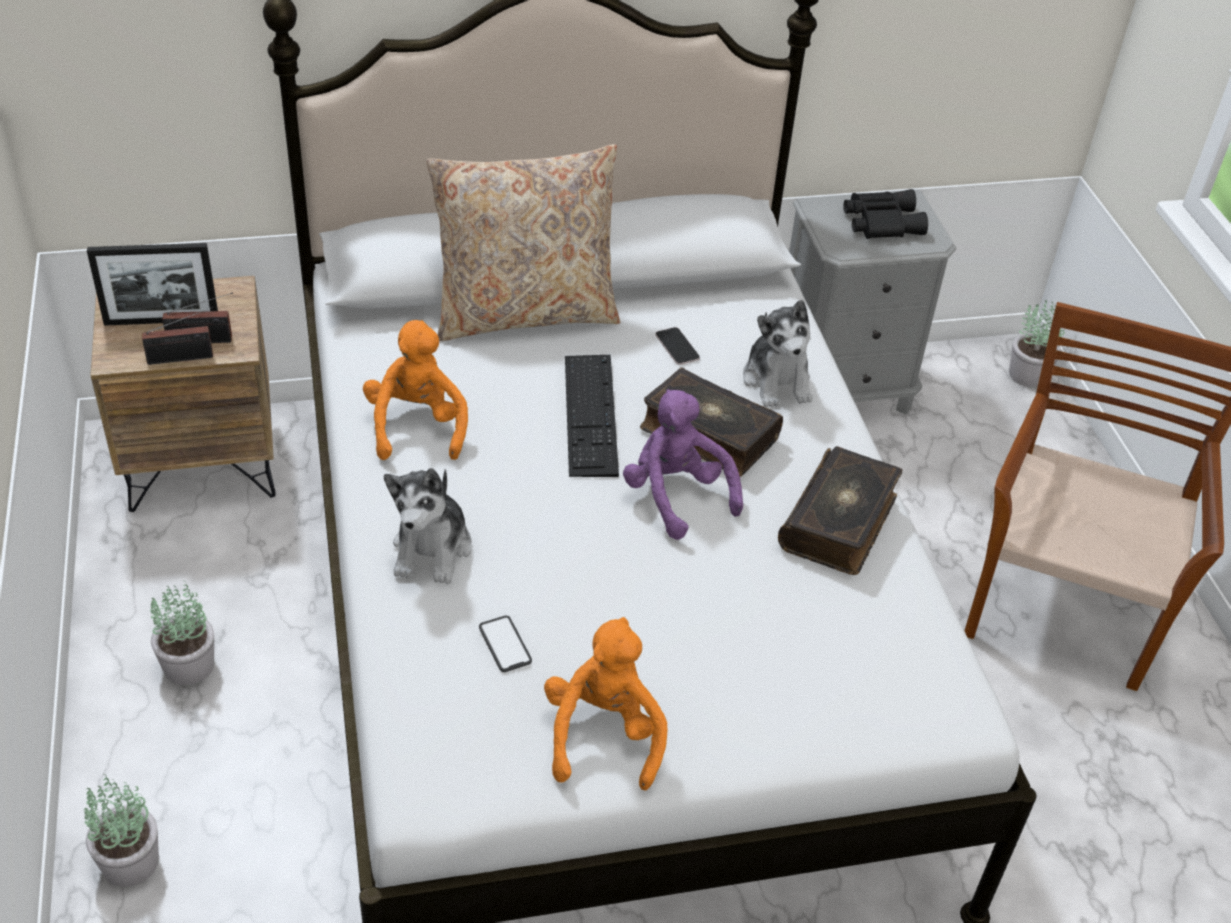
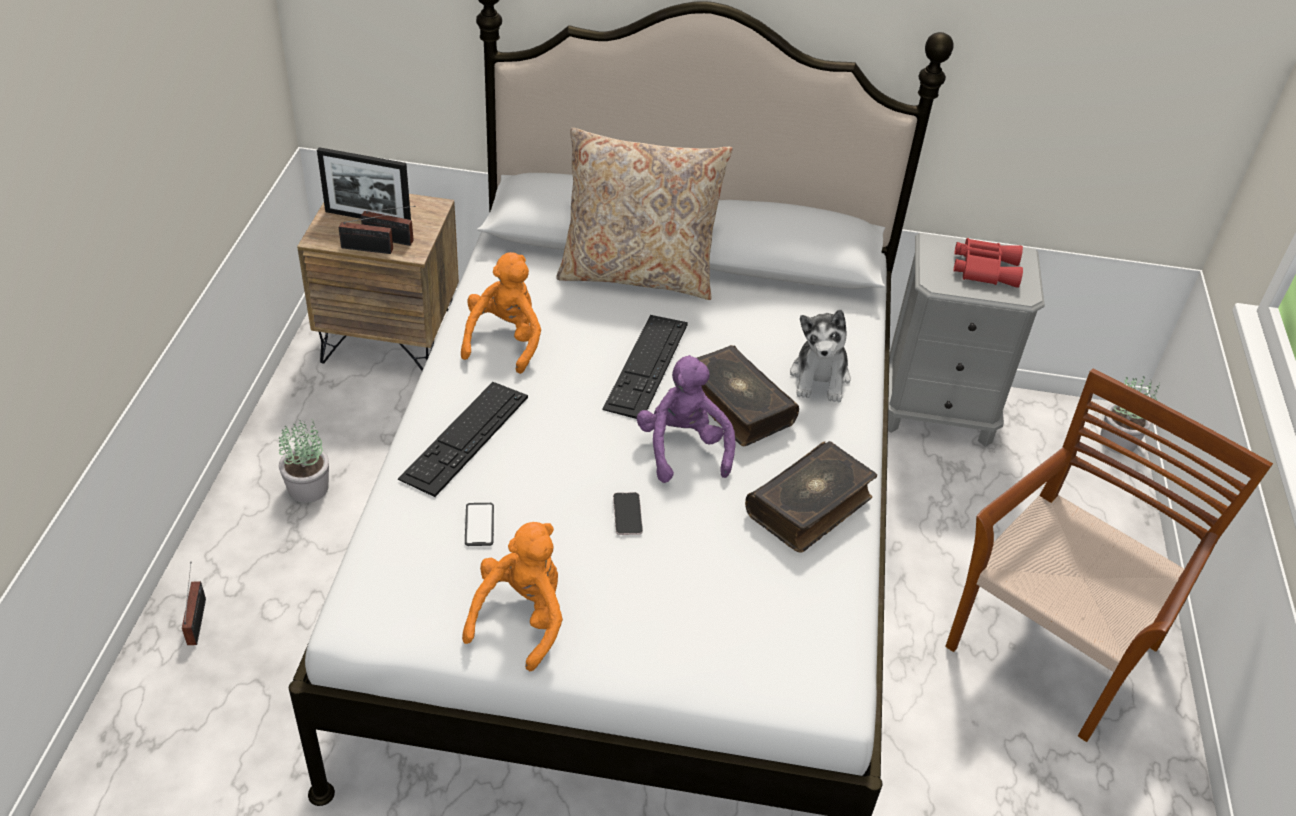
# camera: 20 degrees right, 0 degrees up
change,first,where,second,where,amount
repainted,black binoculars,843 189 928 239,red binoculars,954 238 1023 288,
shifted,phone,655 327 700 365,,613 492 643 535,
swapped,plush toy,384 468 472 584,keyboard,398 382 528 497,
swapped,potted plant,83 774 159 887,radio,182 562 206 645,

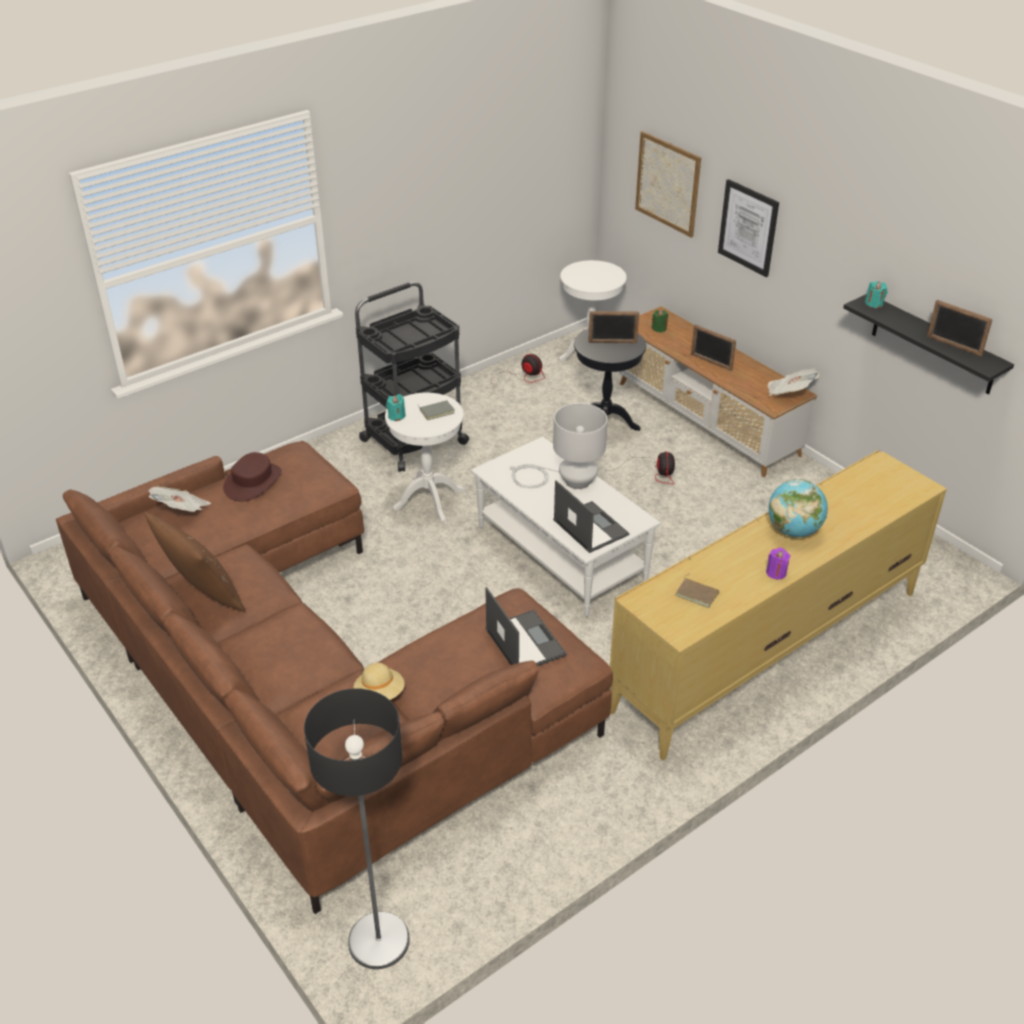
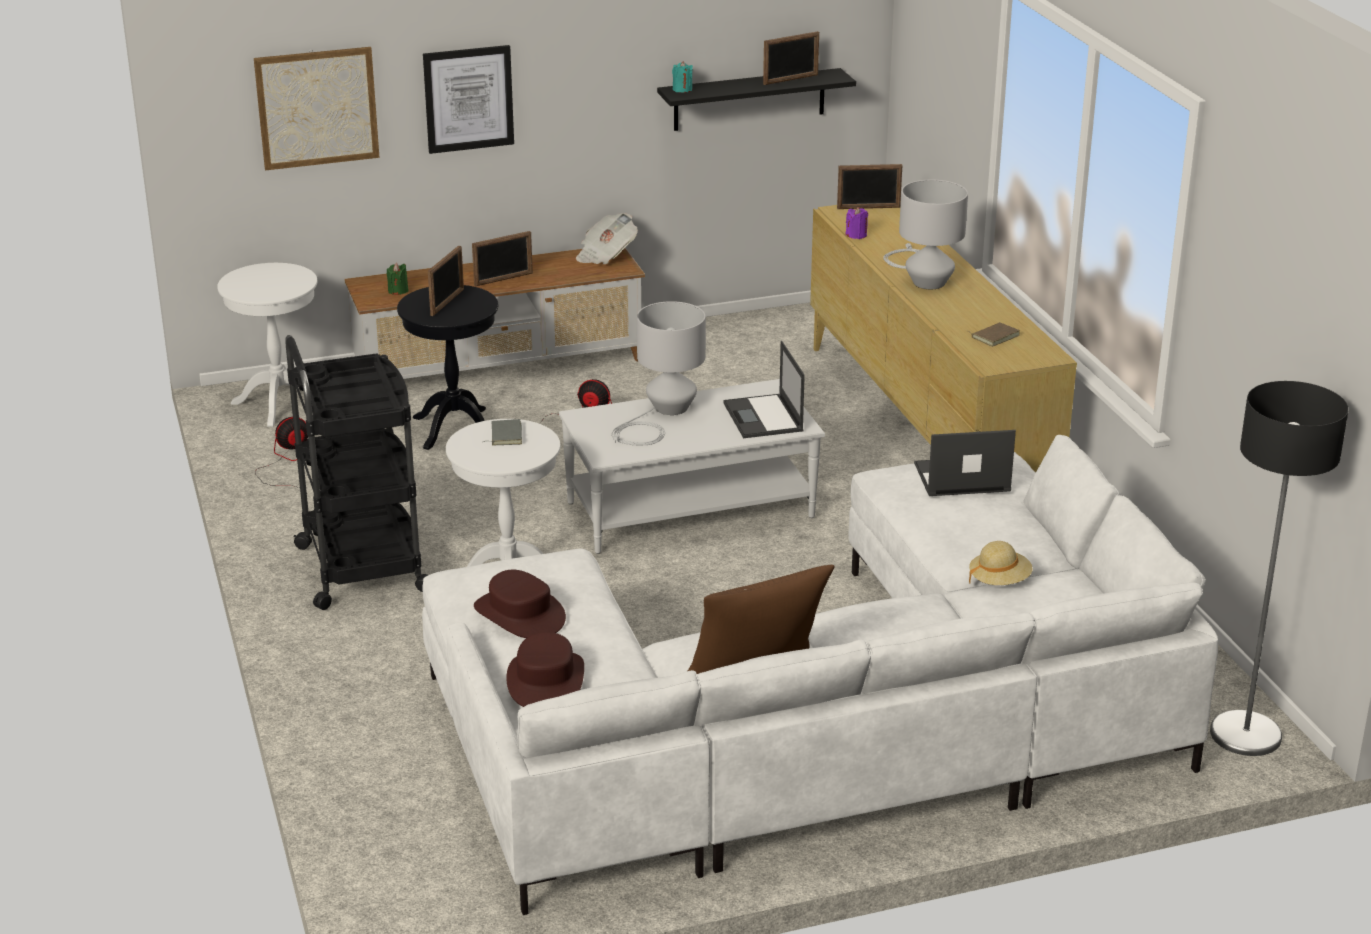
# camera: 70 degrees left, 10 degrees down
change,first,where,second,where,amount
gone,turquoise candle,386 394 406 421,,,
repainted,brown sofa,56 441 613 914,white sofa,422 435 1218 915,
swapped,globe,769 479 828 537,grey table lamp,883 180 968 289,
rotated,laptop,553 480 629 553,,723 341 805 438,90 degrees counterclockwise
swapped,newspaper,148 486 211 512,brown hat,506 632 584 707,
shifted,purple candle,766 548 791 579,,846 207 868 239,
new,,,picture frame,837 164 902 209,

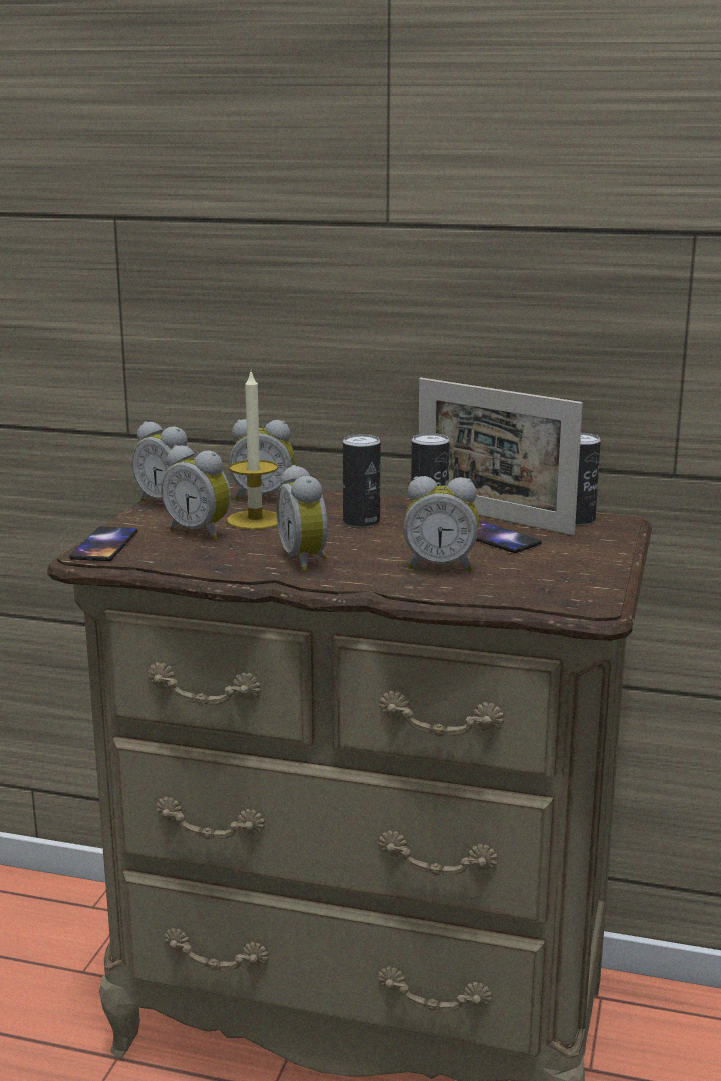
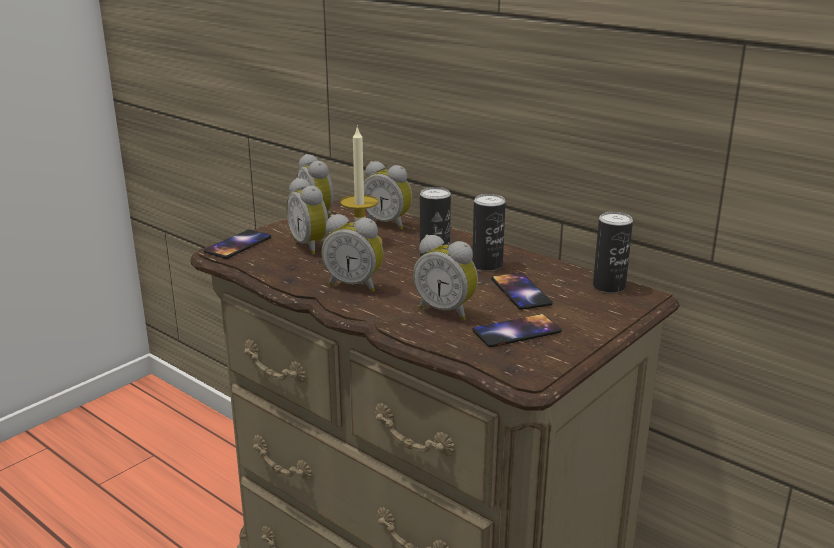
# camera: 25 degrees right, 5 degrees up
change,first,where,second,where,amount
gone,picture frame,418 378 583 535,,,
rotated,alarm clock,276 465 328 572,,321 214 384 292,75 degrees counterclockwise
new,,,phone,473 314 562 347,

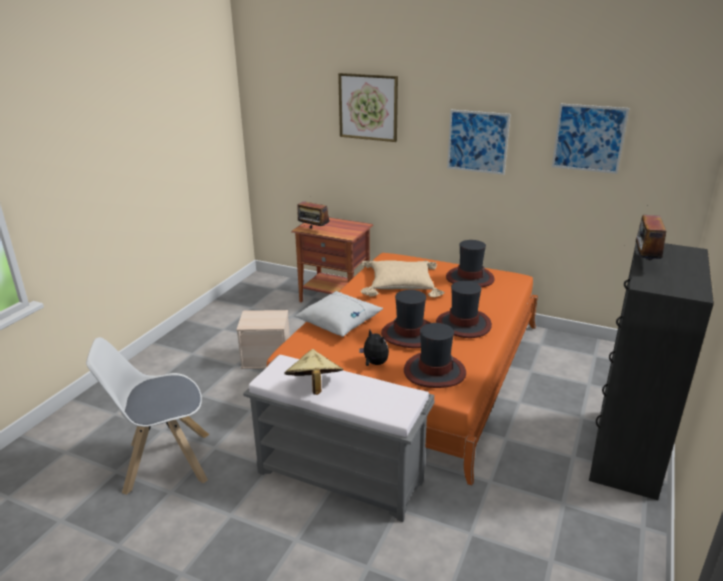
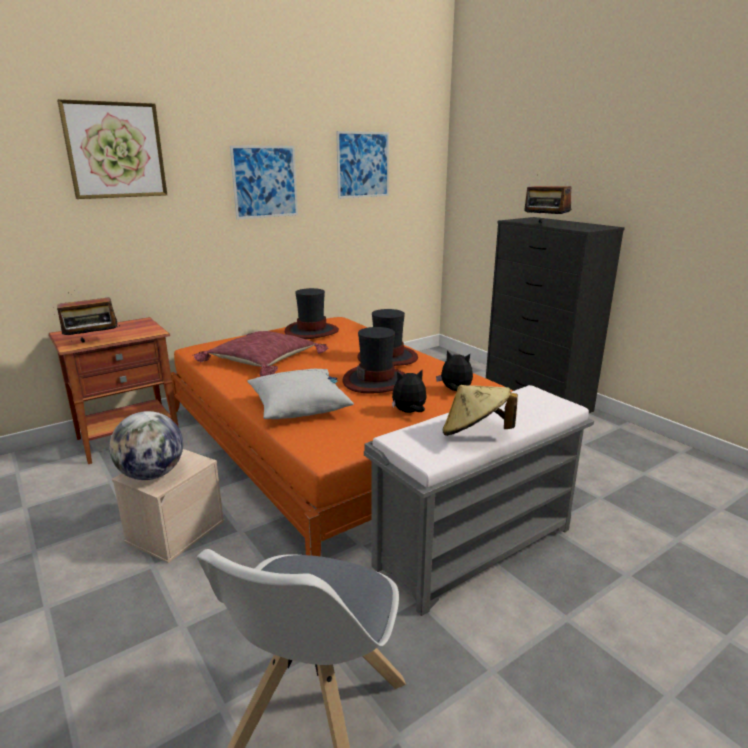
# camera: 60 degrees left, 5 degrees down
change,first,where,second,where,amount
repainted,beige pillow,360 260 445 297,red pillow,193 331 328 376,
swapped,hat,404 323 466 388,plush toy,436 350 473 391,
new,,,globe,109 411 183 480,

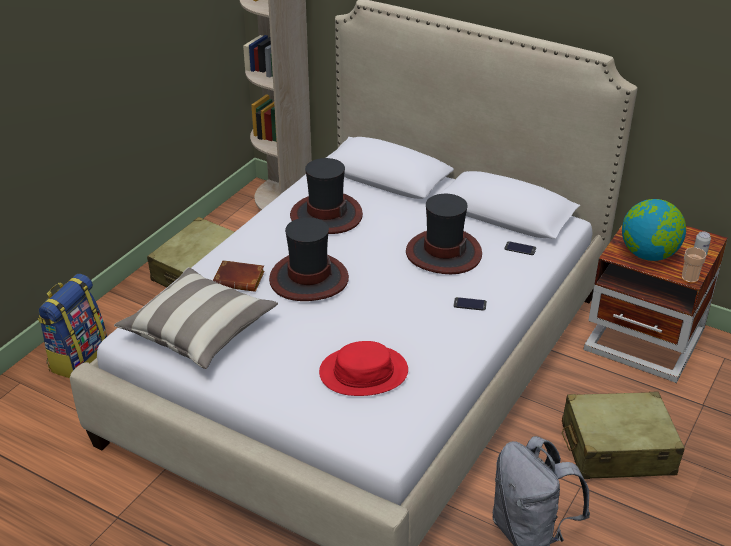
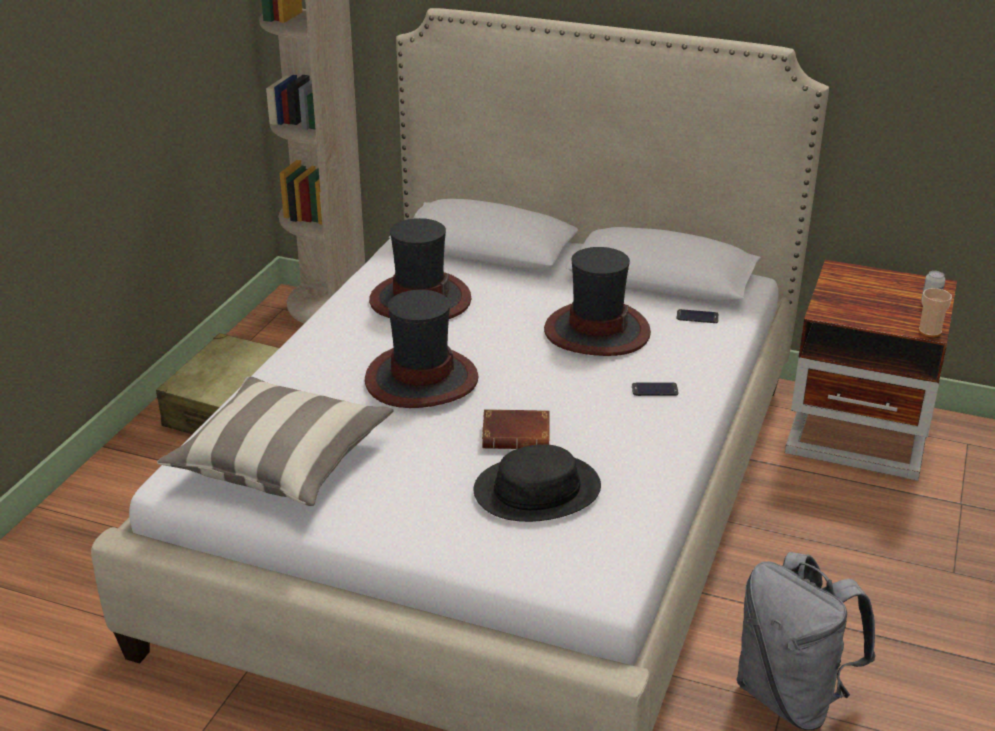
# camera: 10 degrees left, 5 degrees down
change,first,where,second,where,amount
gone,globe,622 199 686 261,,,
shifted,brown book,213 260 265 292,,482 409 549 449,
gone,backpack,37 274 107 378,,,
repainted,red hat,319 341 408 396,black hat,473 444 601 522,
gone,beige suitcase,562 392 685 479,,,

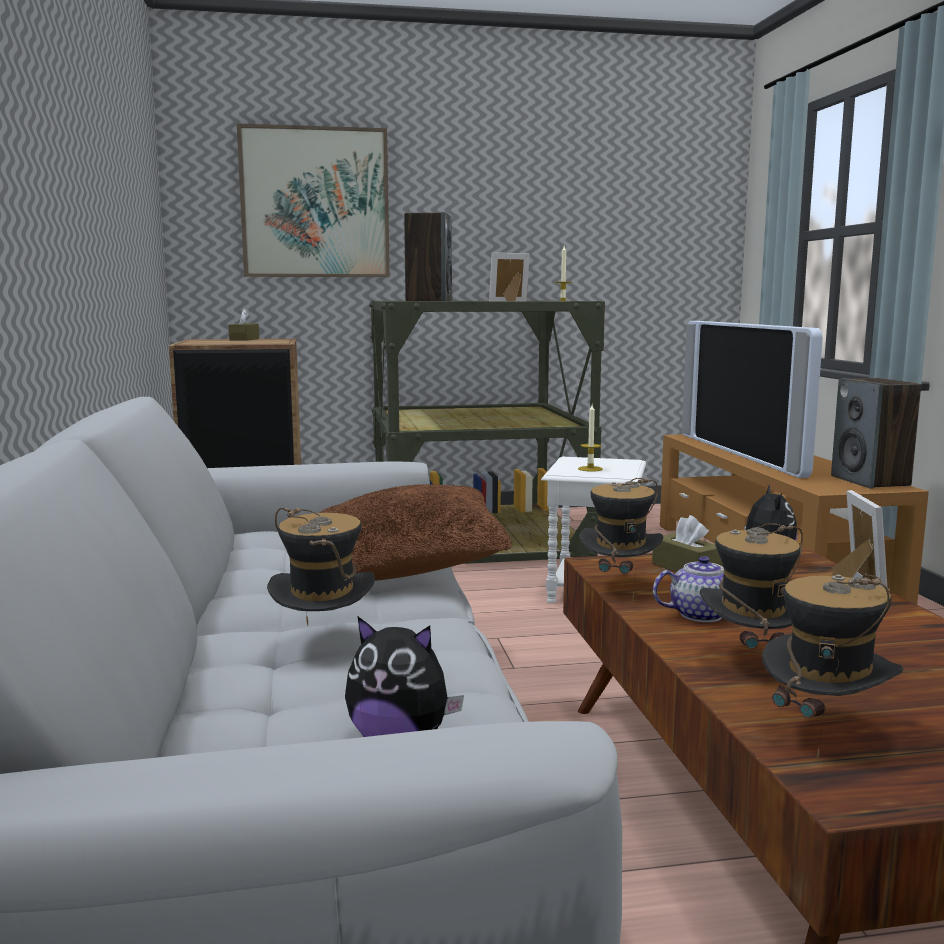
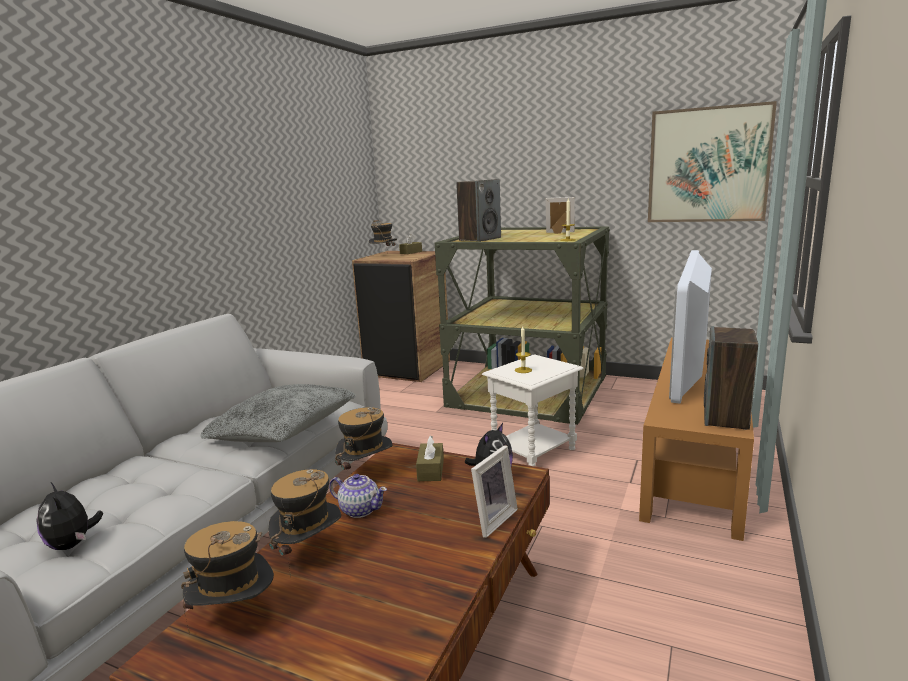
# camera: 35 degrees right, 5 degrees up
change,first,where,second,where,amount
shifted,picture,237 123 390 277,,648 101 777 222,
repainted,brown pillow,320 484 512 581,grey pillow,200 384 356 442,
shifted,hat,267 507 375 625,,369 220 397 254,

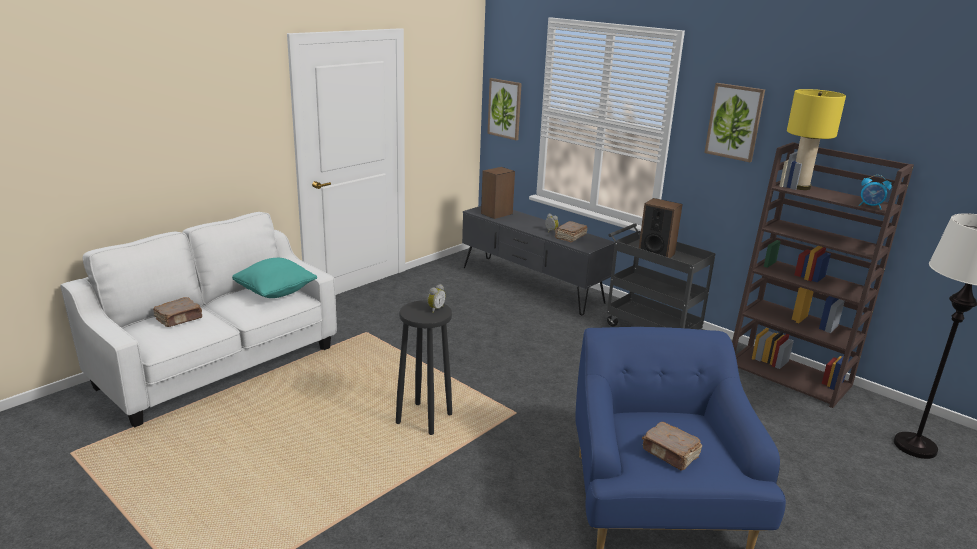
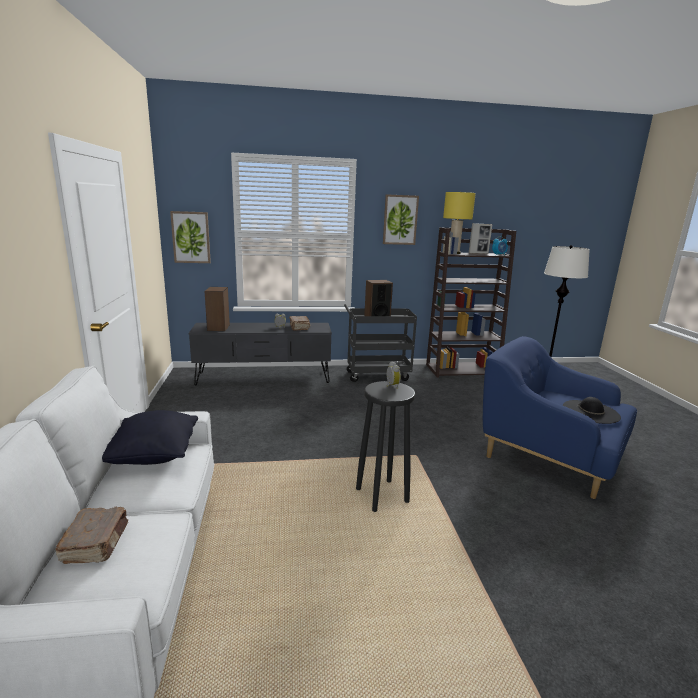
# camera: 50 degrees left, 5 degrees down
change,first,where,second,where,amount
repainted,turquoise pillow,232 258 317 298,black pillow,102 410 198 465,
swapped,brown book,642 422 702 471,black hat,563 397 621 424,
new,,,picture frame,469 223 493 254,

